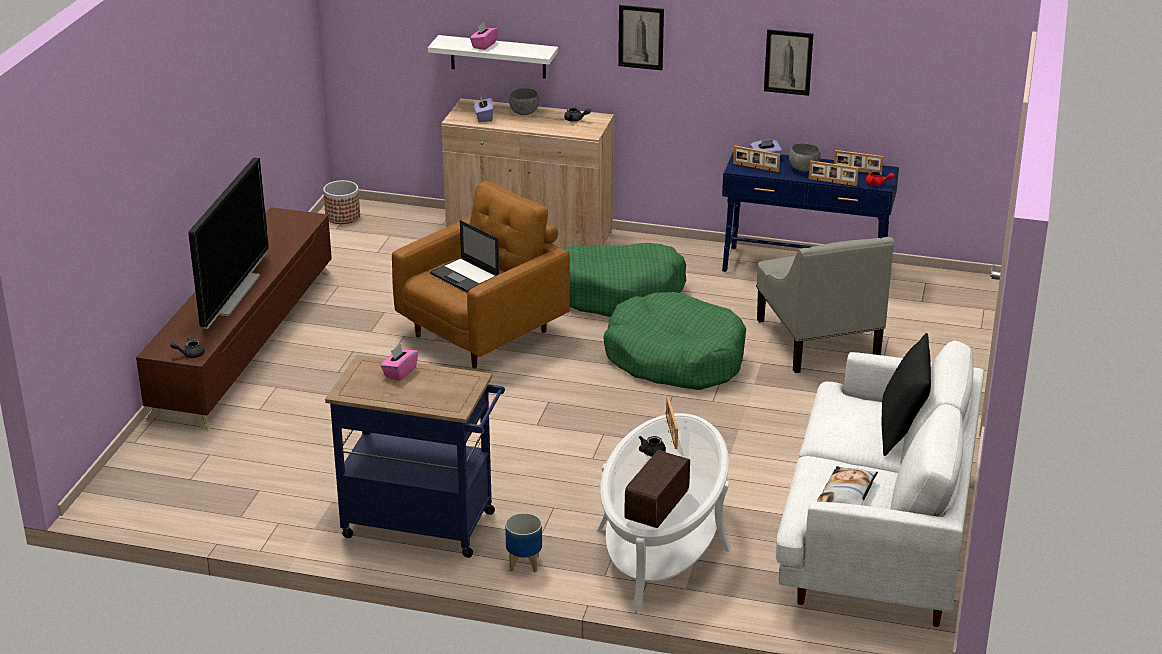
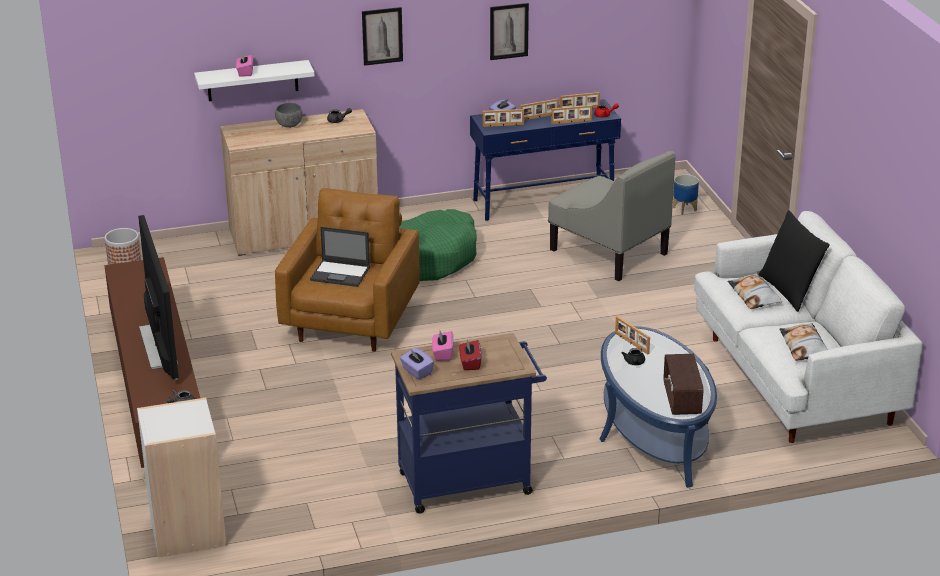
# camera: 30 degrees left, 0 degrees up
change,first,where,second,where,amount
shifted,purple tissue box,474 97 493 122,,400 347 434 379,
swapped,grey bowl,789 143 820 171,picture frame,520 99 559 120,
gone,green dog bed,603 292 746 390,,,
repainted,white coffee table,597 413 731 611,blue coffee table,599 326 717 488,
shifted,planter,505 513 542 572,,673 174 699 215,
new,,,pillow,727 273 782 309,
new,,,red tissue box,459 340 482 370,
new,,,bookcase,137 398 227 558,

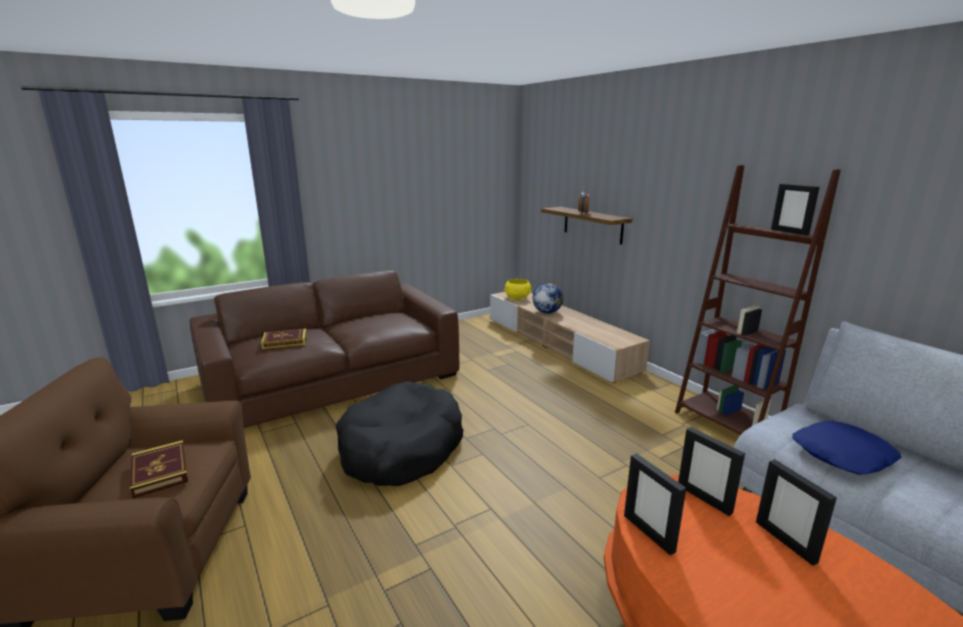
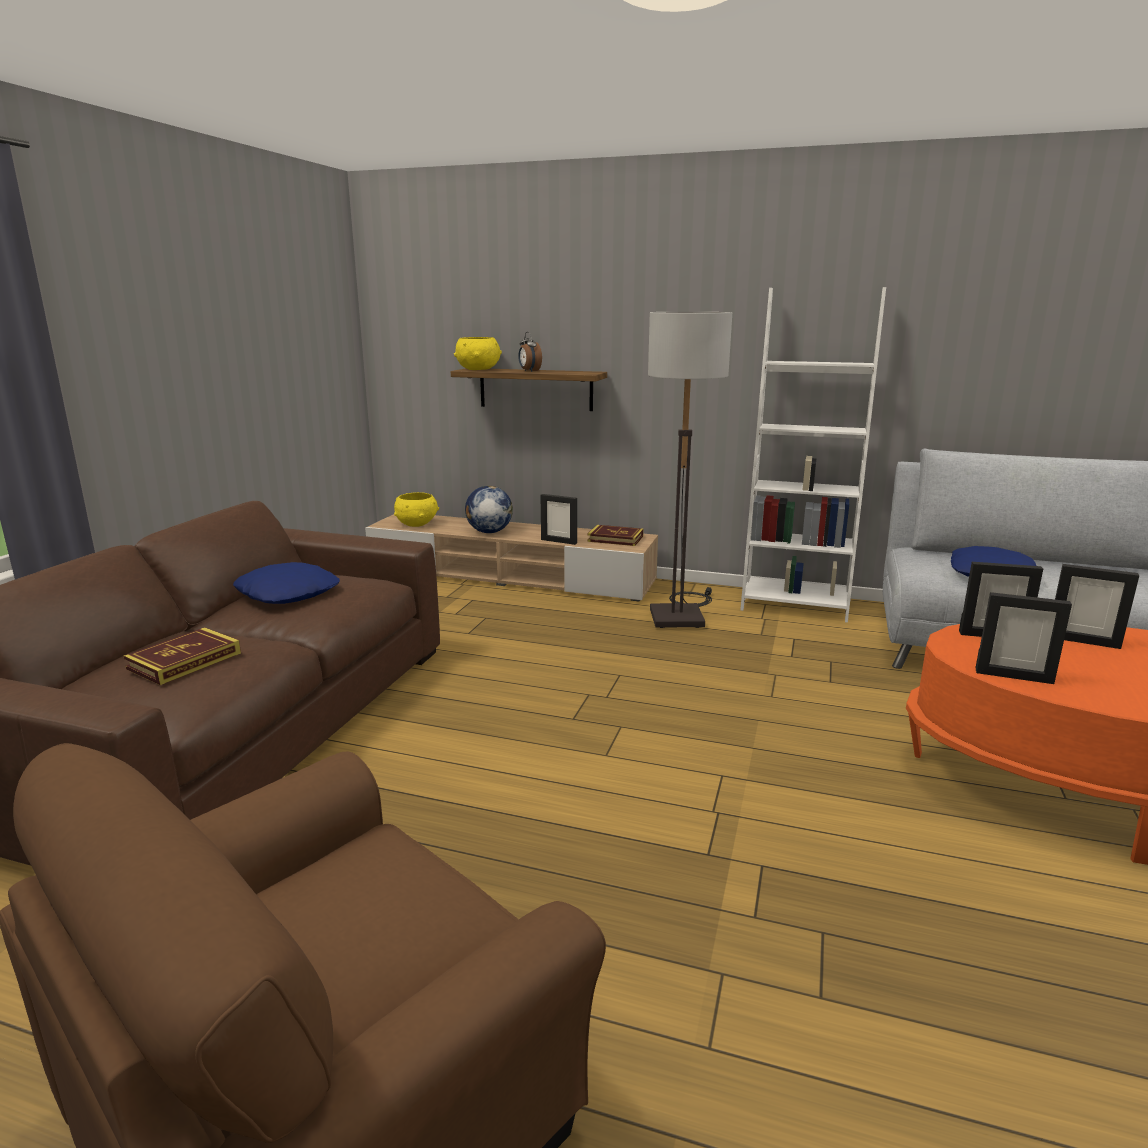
# camera: 40 degrees left, 0 degrees up
change,first,where,second,where,amount
repainted,brown bookcase,675 165 841 435,white bookcase,740 287 886 623,
shifted,picture frame,771 184 820 235,,540 494 577 545,
gone,black dog bed,336 381 463 486,,,
shifted,book,130 440 189 499,,587 525 643 546,
new,,,floor lamp,648 312 732 628,
new,,,yellow bowl,454 337 502 370,
new,,,blue pillow,233 562 340 604,

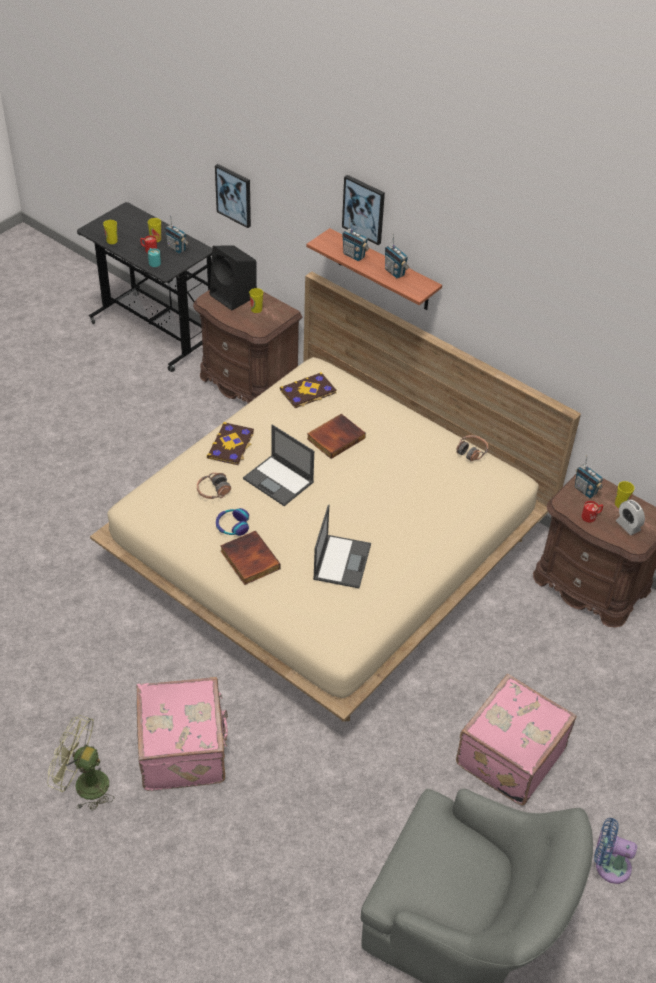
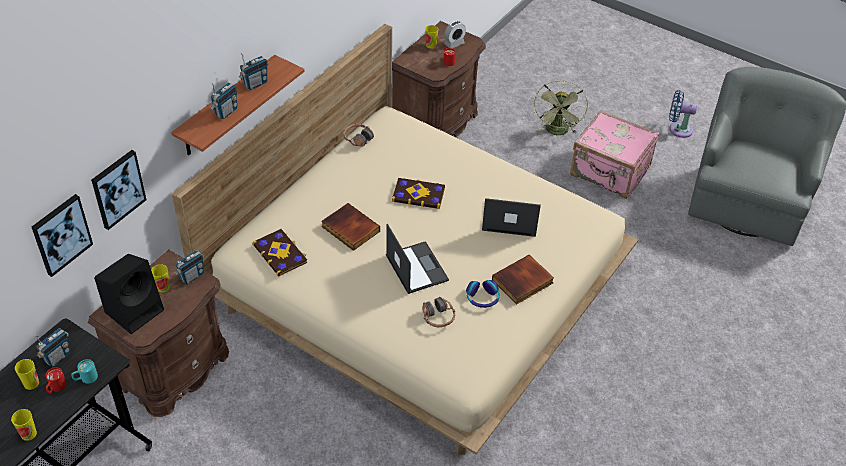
# camera: 95 degrees left, 0 degrees up
change,first,where,second,where,amount
shifted,picture,342 175 385 245,,91 150 146 230,
shifted,book,207 422 254 465,,392 178 445 209,
rotated,laptop,243 425 314 506,,386 224 449 294,60 degrees counterclockwise
shifted,radio,575 455 603 498,,175 250 204 285,
gone,pink suitcase,136 677 228 791,,,
shifted,green fan,47 715 114 811,,534 80 588 135,
rotated,blue fan,594 818 637 884,,669 90 697 138,90 degrees clockwise

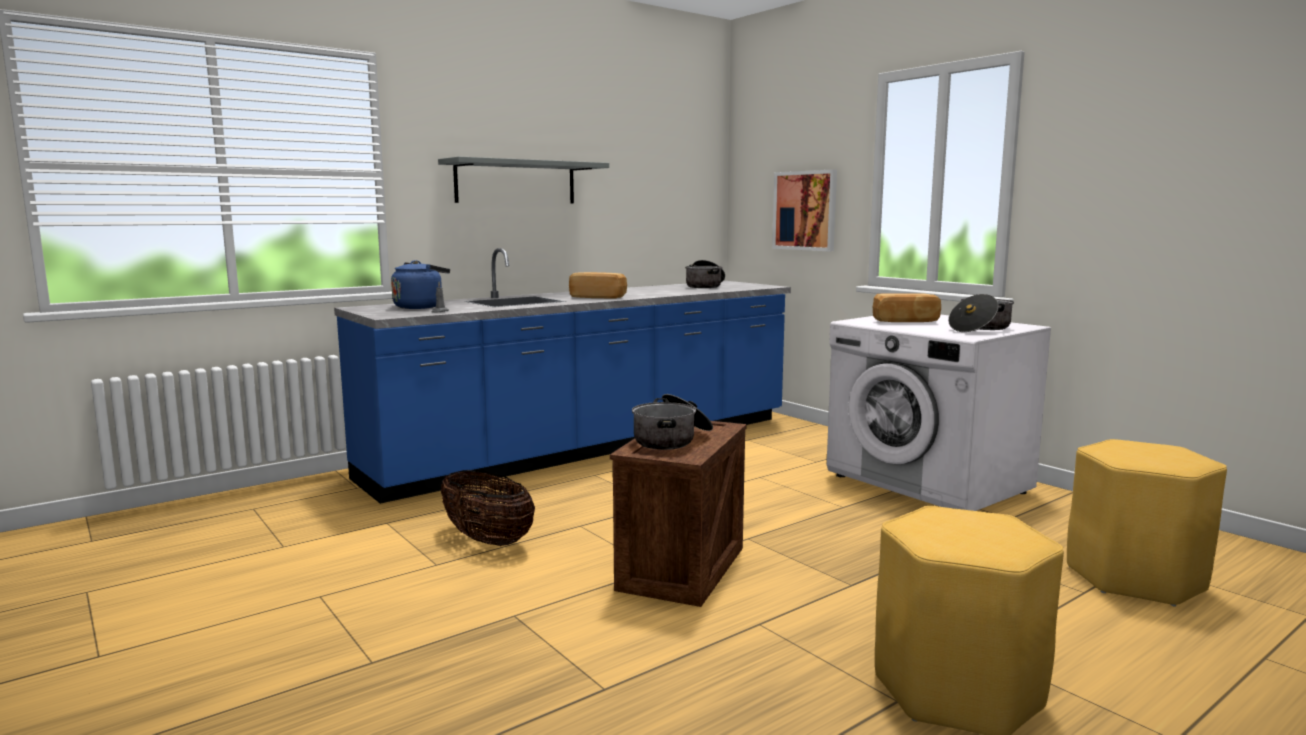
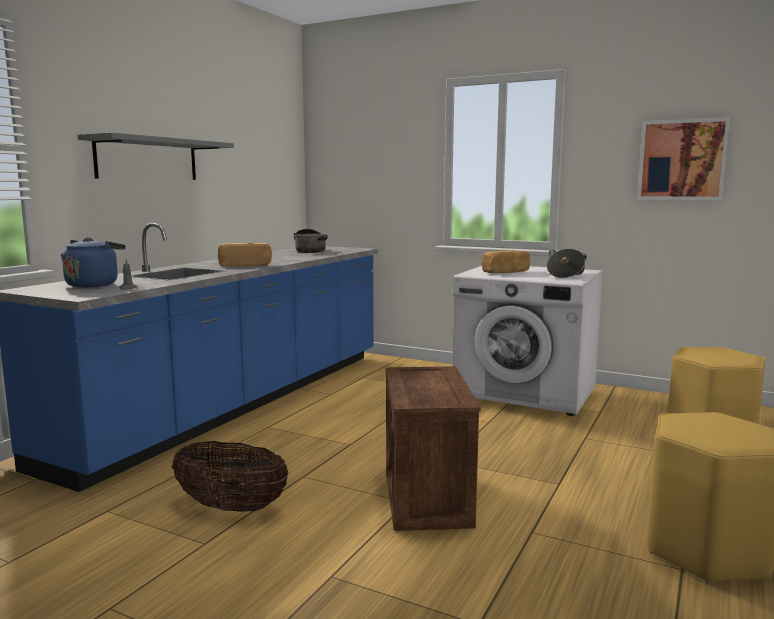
# camera: 25 degrees left, 0 degrees up
change,first,where,second,where,amount
shifted,picture,772 169 837 252,,637 117 730 200,
gone,cooking pot,632 394 713 450,,,

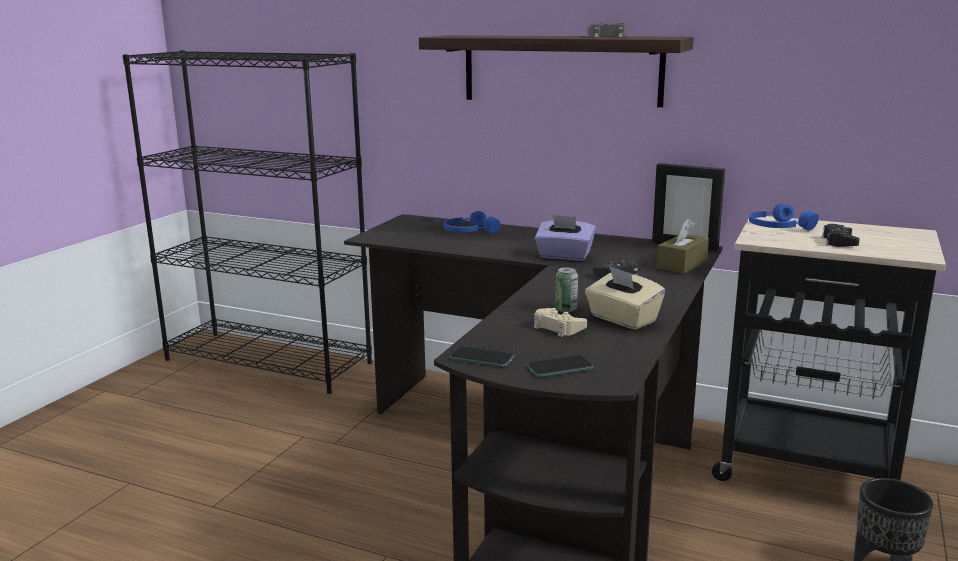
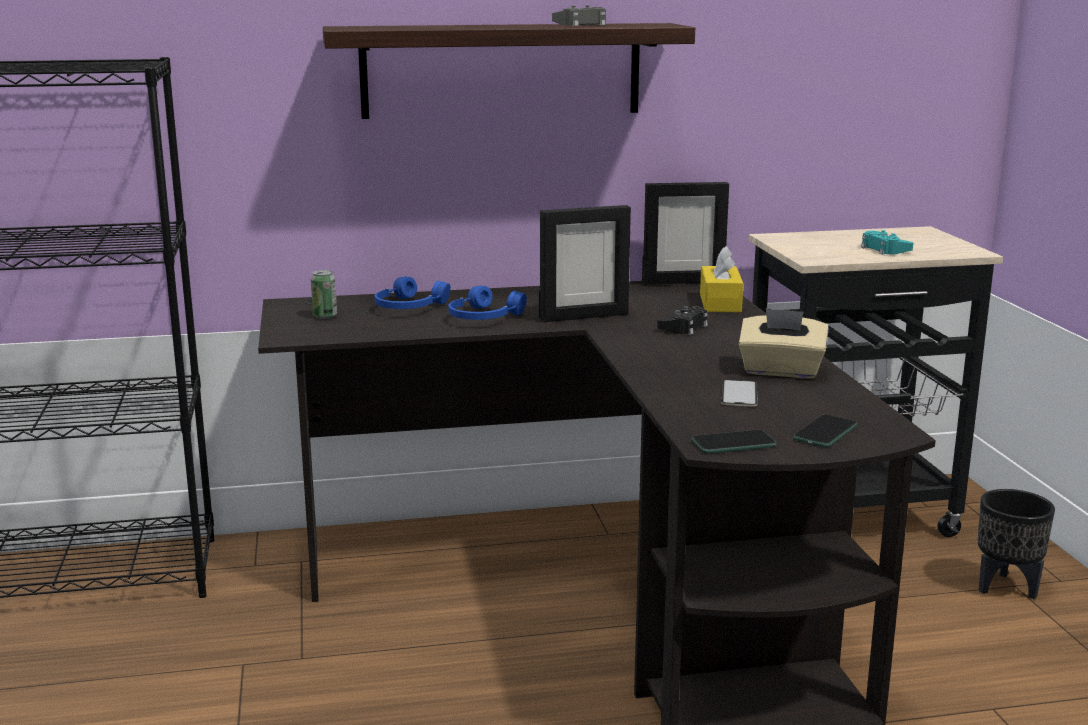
# camera: 35 degrees left, 0 degrees up
change,first,where,second,where,amount
shifted,blue headphones,749 204 819 231,,448 286 527 320,
swapped,purple tissue box,535 214 596 261,picture frame,539 205 631 322,
repainted,brown tissue box,657 219 709 274,yellow tissue box,700 246 743 312,
repainted,black game controller,822 224 860 247,turquoise game controller,861 230 913 255,
shifted,can,555 267 578 312,,311 270 337 319,
swapped,beige game controller,534 308 587 337,phone,721 380 758 407,

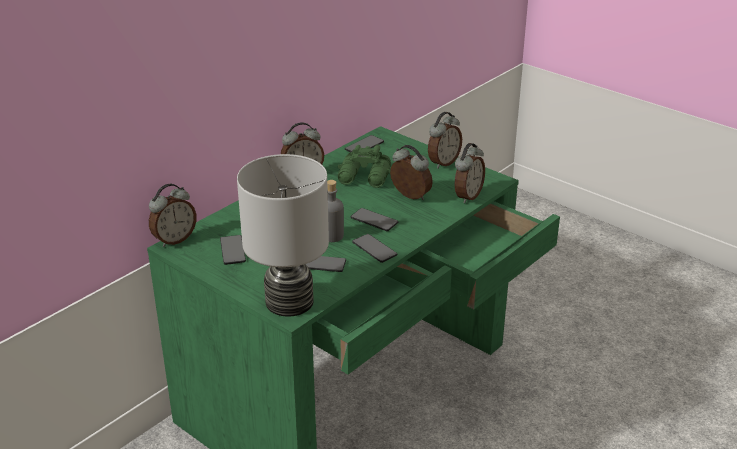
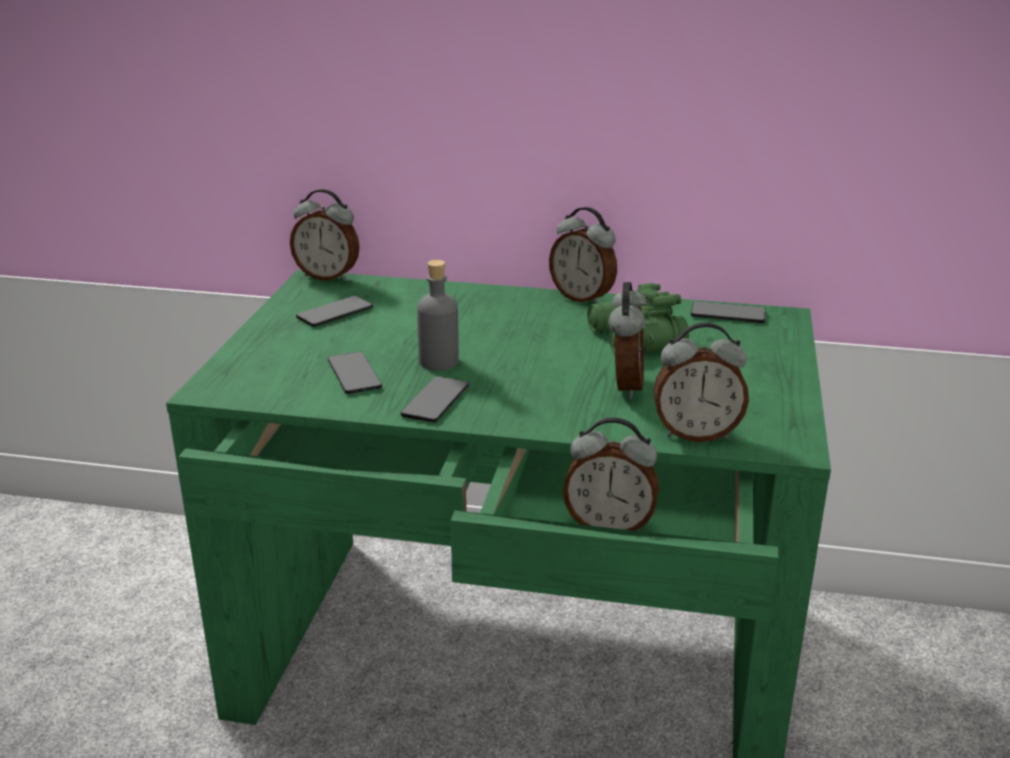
# camera: 60 degrees right, 5 degrees down
change,first,where,second,where,amount
shifted,alarm clock,428 112 462 169,,563 418 659 531,
gone,grey table lamp,237 154 329 316,,,
gone,phone,351 208 398 231,,,

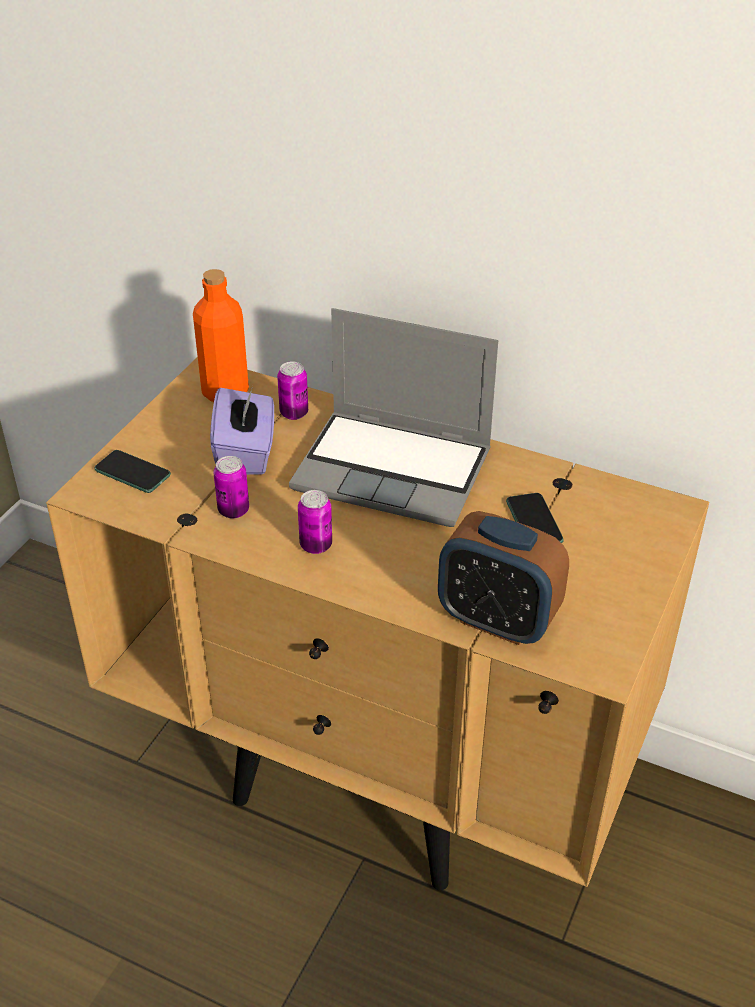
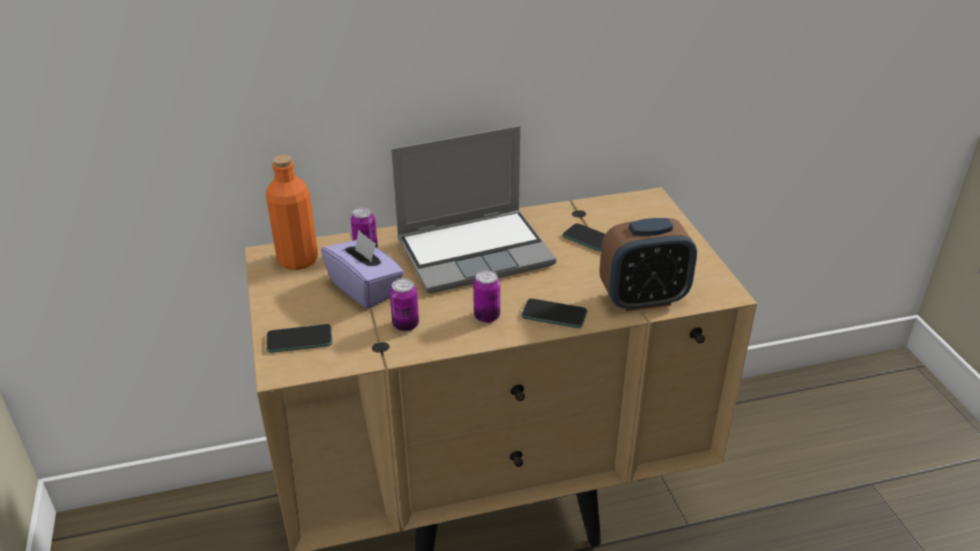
# camera: 40 degrees left, 5 degrees down
change,first,where,second,where,amount
new,,,phone,521 299 587 328,

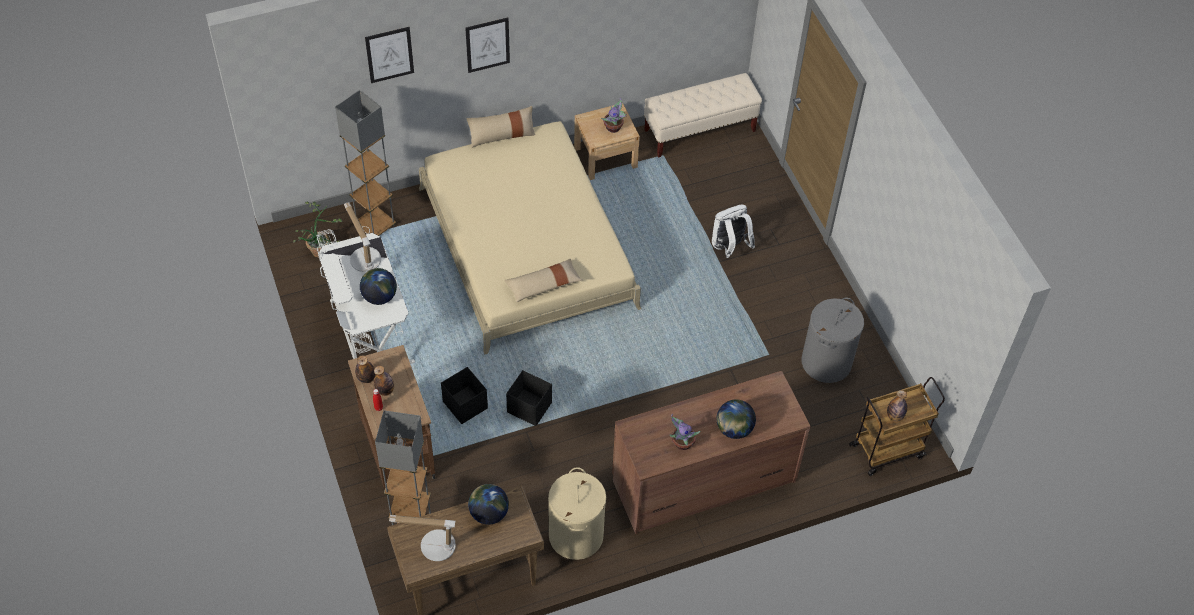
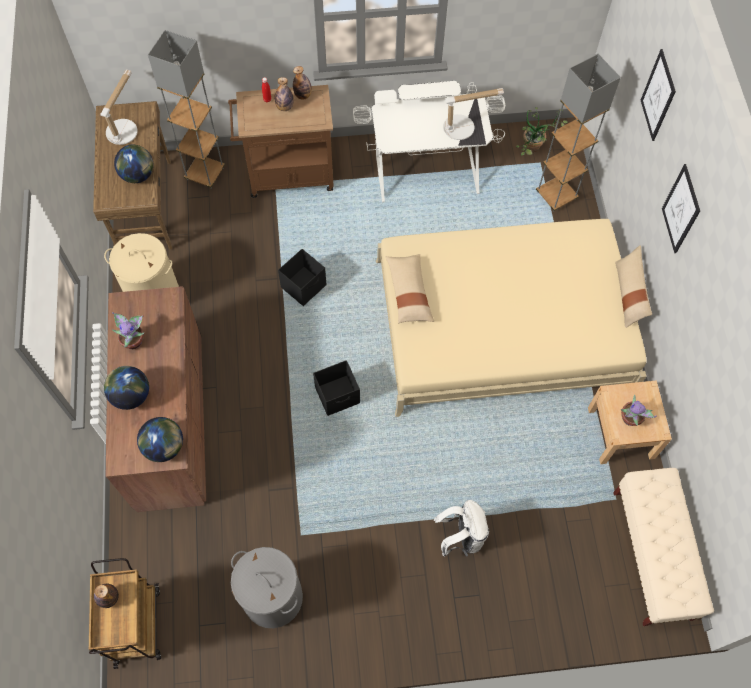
# camera: 105 degrees right, 10 degrees up
change,first,where,second,where,amount
shifted,globe,360 268 397 305,,137 417 183 462,
shifted,black storage box,441 367 488 424,,313 360 360 416,

